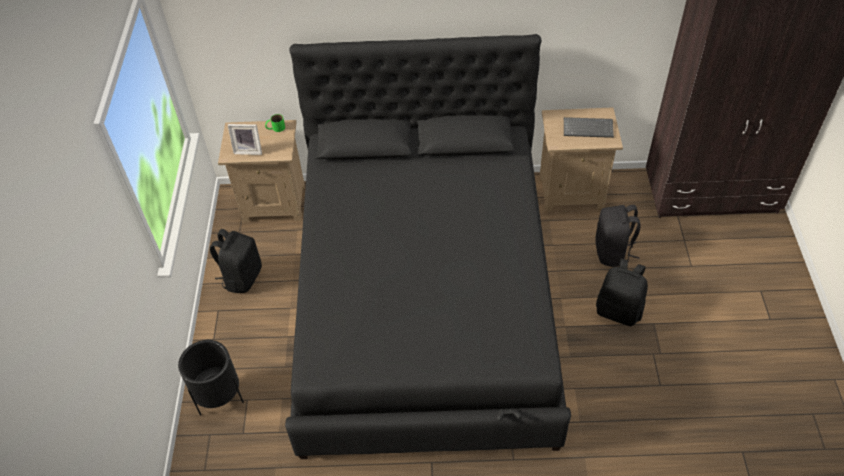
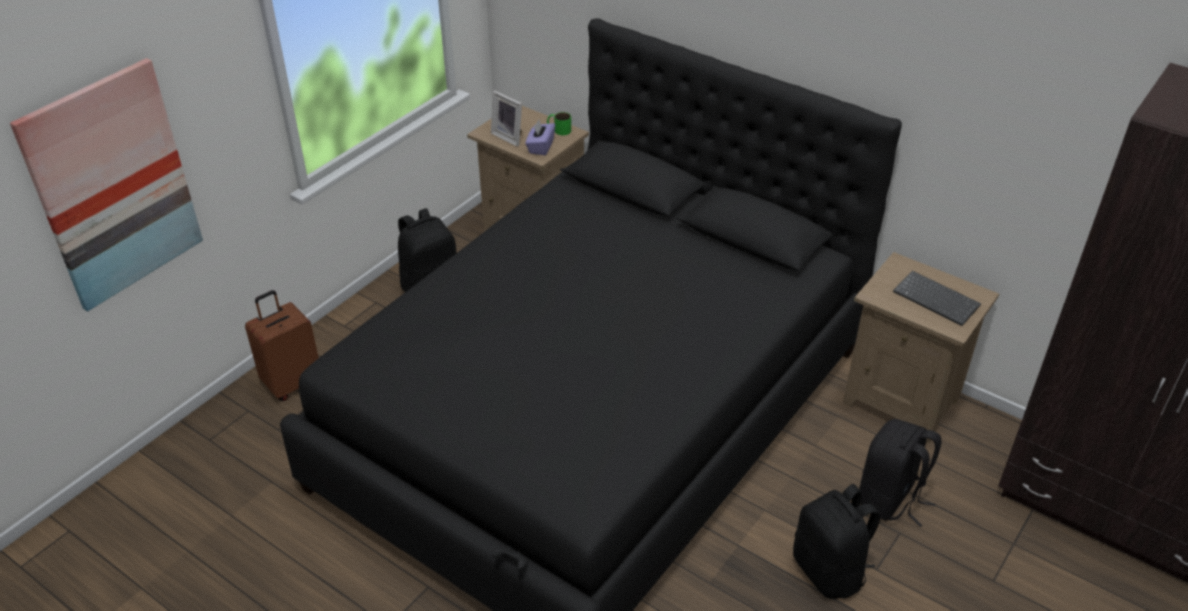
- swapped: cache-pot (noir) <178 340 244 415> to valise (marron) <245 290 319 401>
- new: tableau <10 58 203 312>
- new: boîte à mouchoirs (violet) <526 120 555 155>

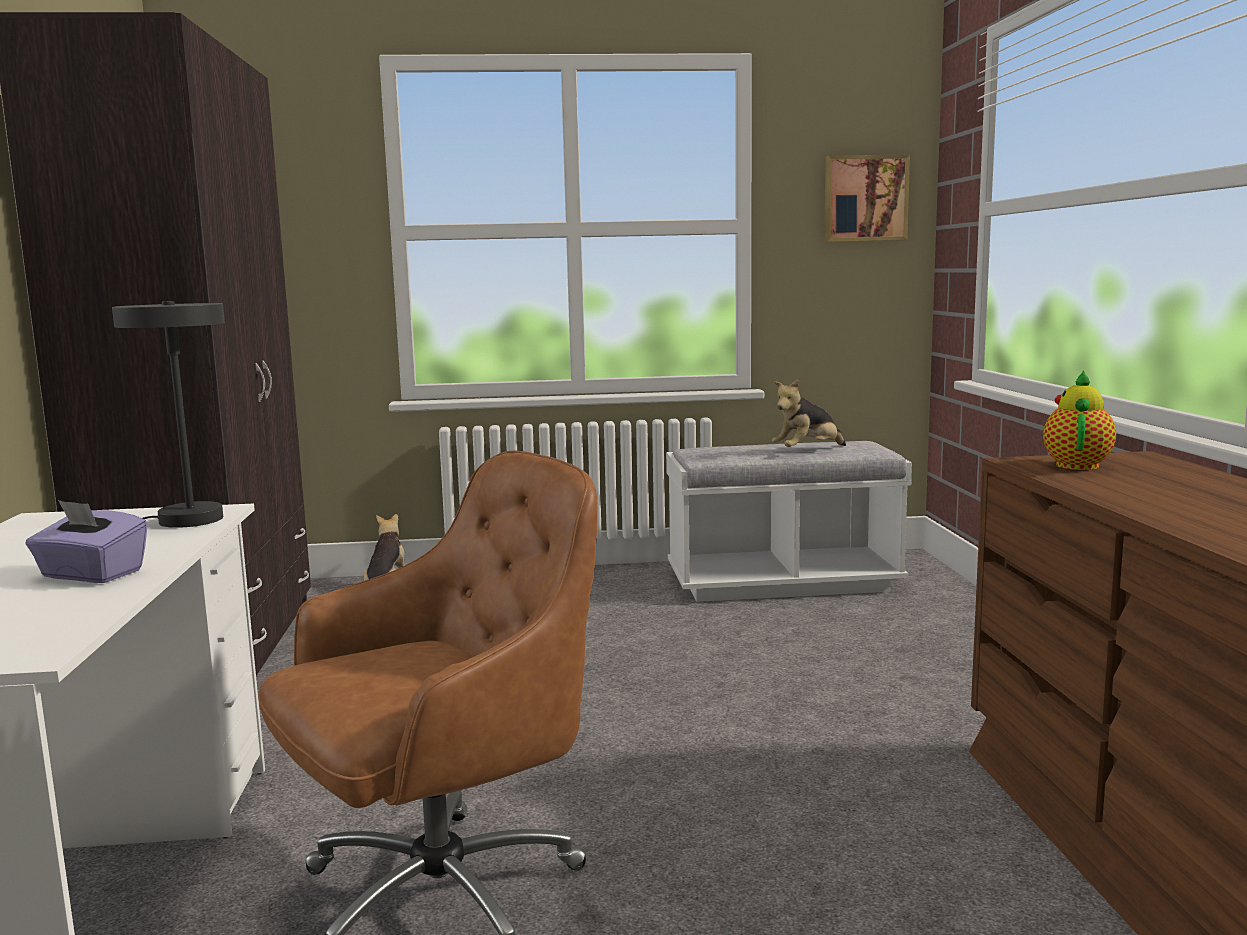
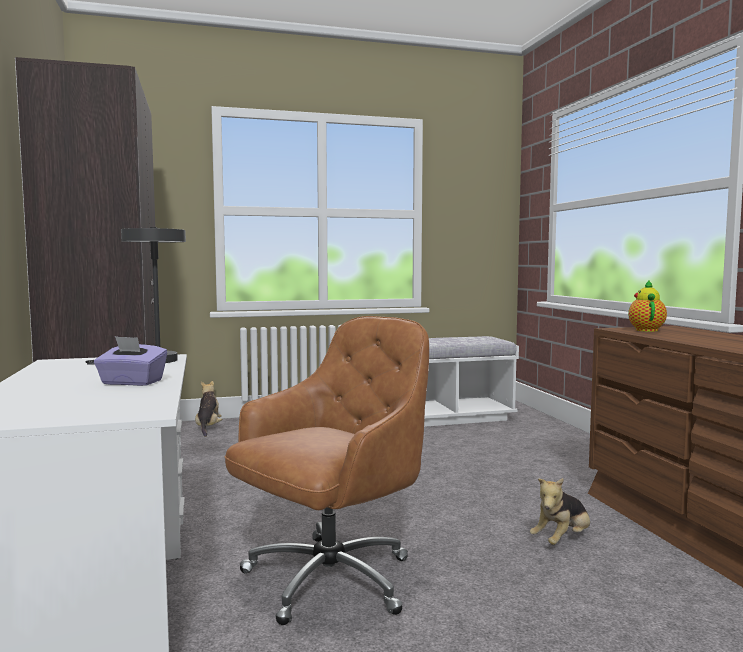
- gone: tableau <824 155 910 242>
- shifted: peluche <772 379 846 447> to <530 478 590 545>

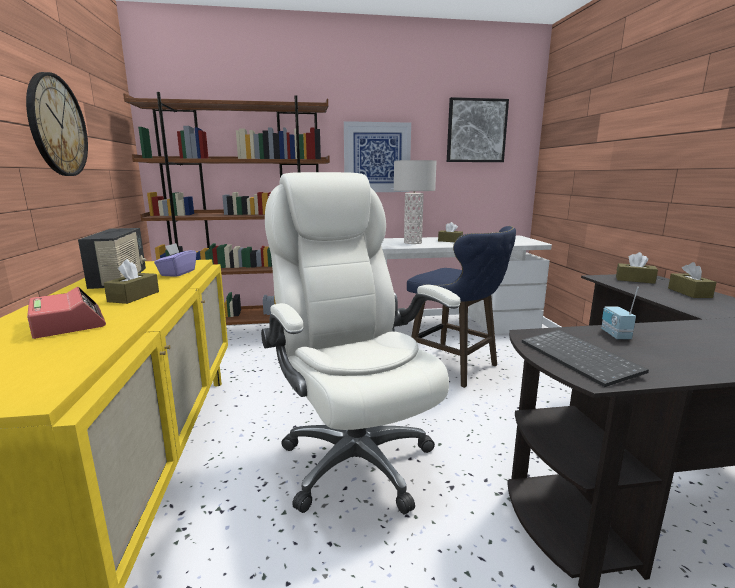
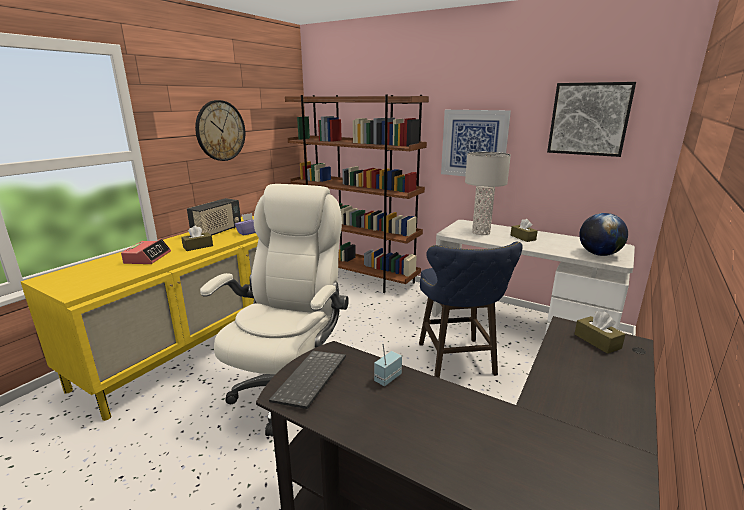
- gone: boîte à mouchoirs (marron) <668 262 717 298>
- new: globe <579 213 628 256>

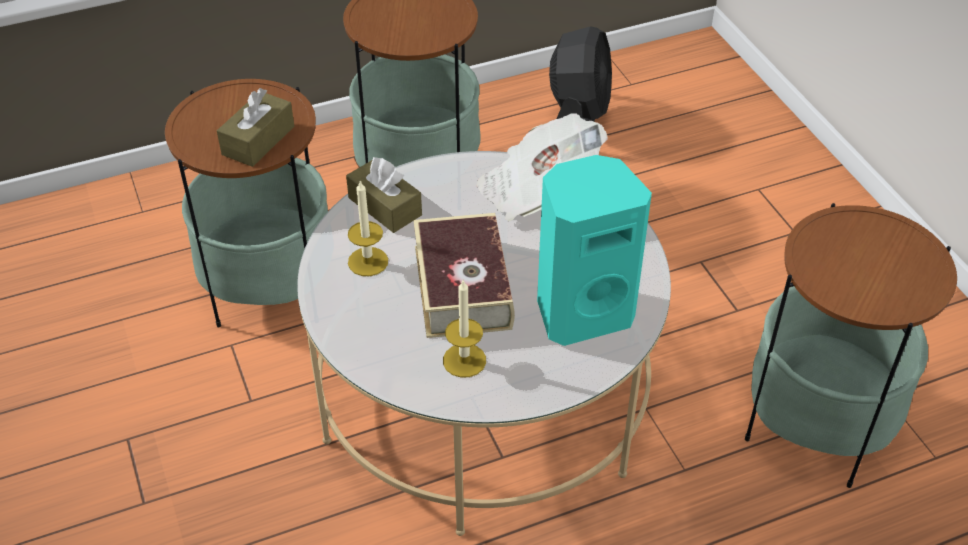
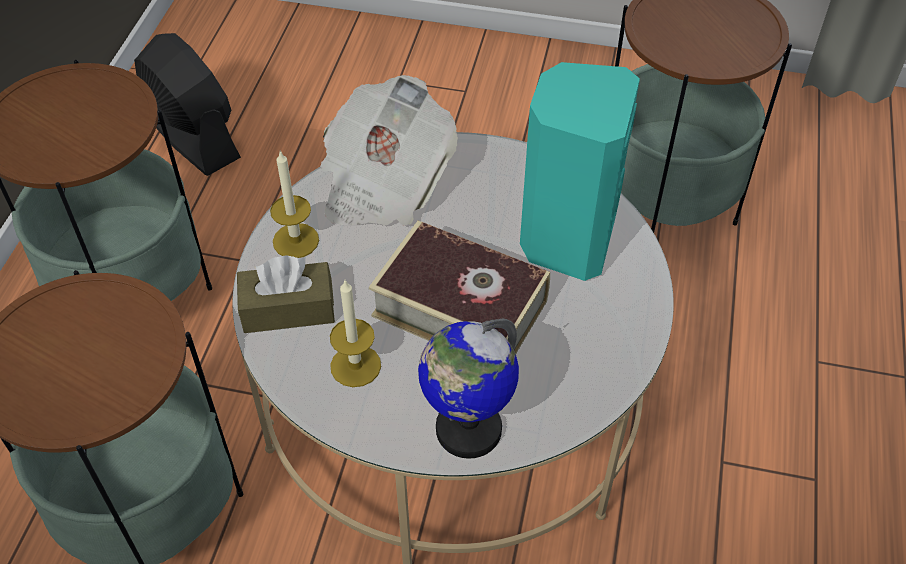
- gone: boîte à mouchoirs (marron) <217 88 294 167>
- shifted: bougie <443 280 486 378> to <270 151 319 258>
- new: globe <418 319 519 459>

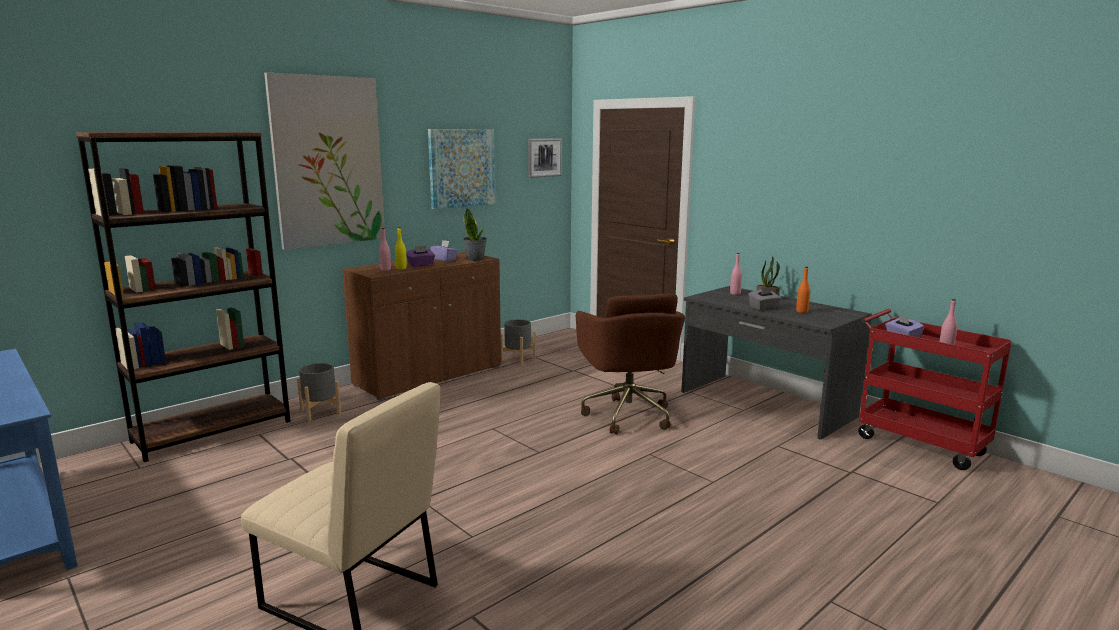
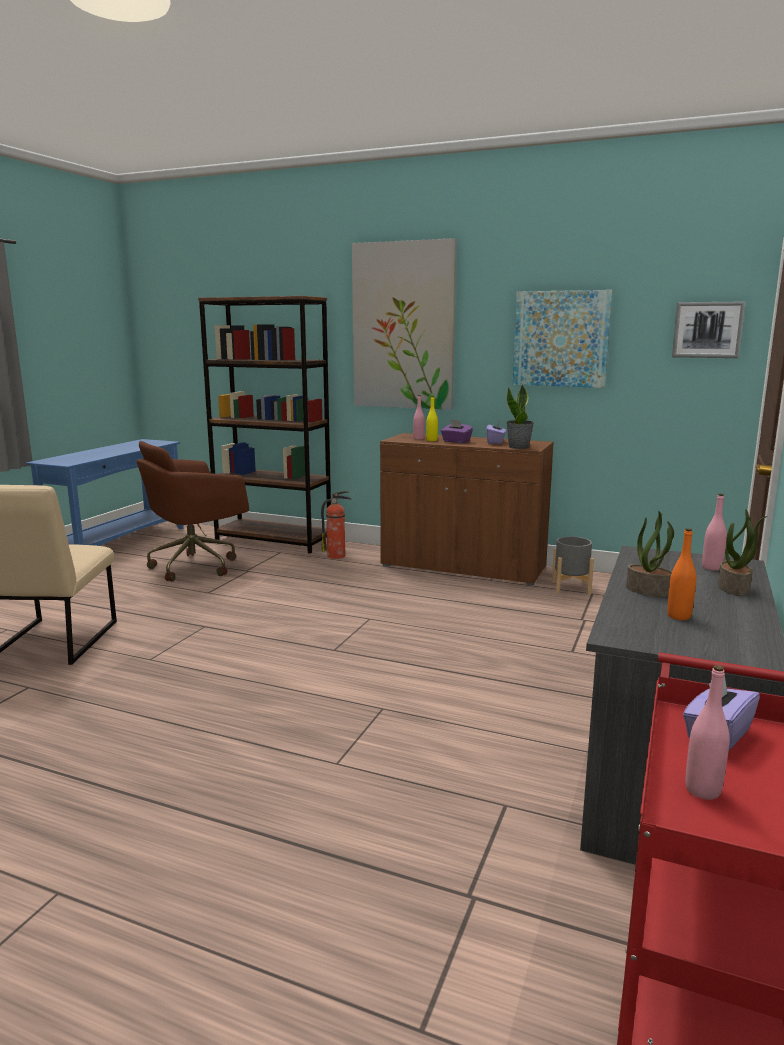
- swapped: boîte à mouchoirs (gris) <748 287 781 310> to plante en pot <626 511 674 597>
- shifted: chaise de bureau (marron) <576 294 685 434> to <136 441 249 581>
- swapped: cache-pot (gris) <297 363 341 421> to extincteur <321 491 352 559>

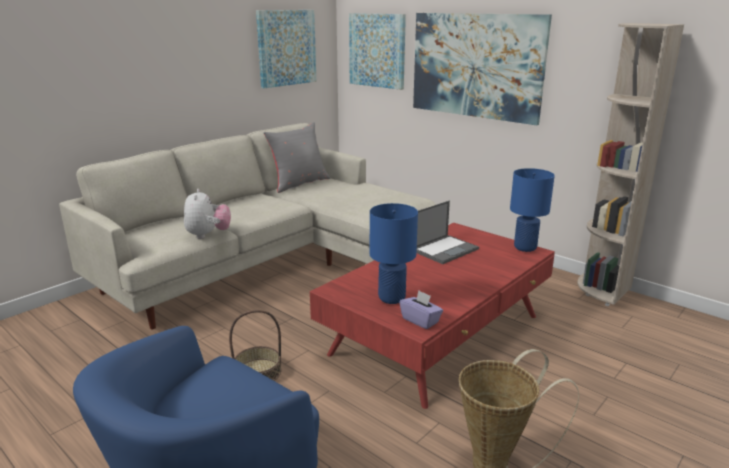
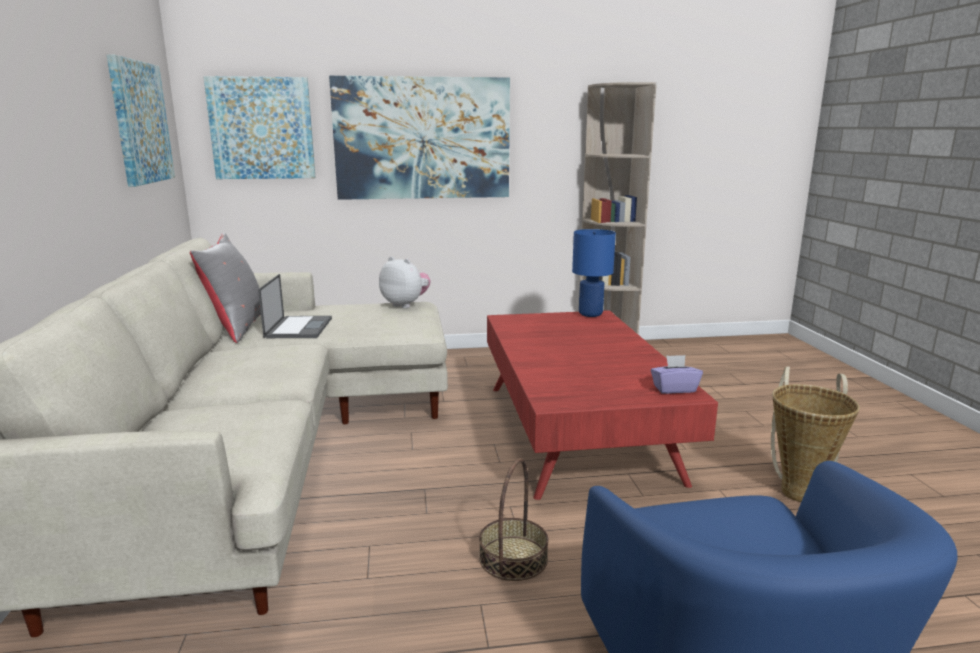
- shifted: peluche <184 189 231 239> to <379 256 430 308>
- shifted: ordinateur portable <416 201 479 264> to <258 274 332 338>
- gone: lampe de table (bleu) <370 203 418 304>

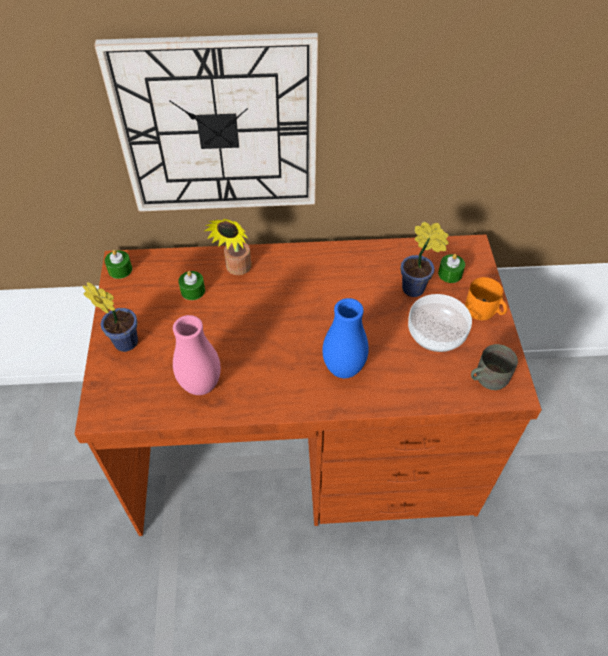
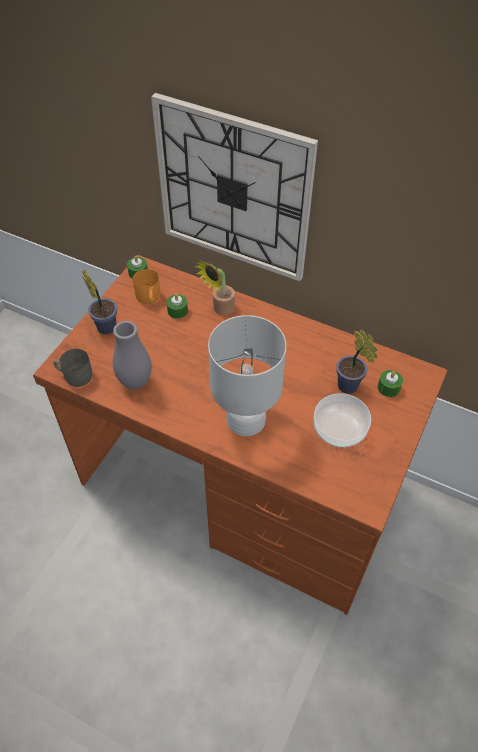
- shifted: mug (orange) <465 277 507 320> to <132 269 160 304>
- swapped: vase (bleu) <322 298 369 378> to lampe de table (gris) <208 315 286 436>
- repainted: vase (rose) <173 315 221 395> to vase (gris) <113 321 152 390>
- shifted: mug (gris) <471 344 518 390> to <54 349 92 387>

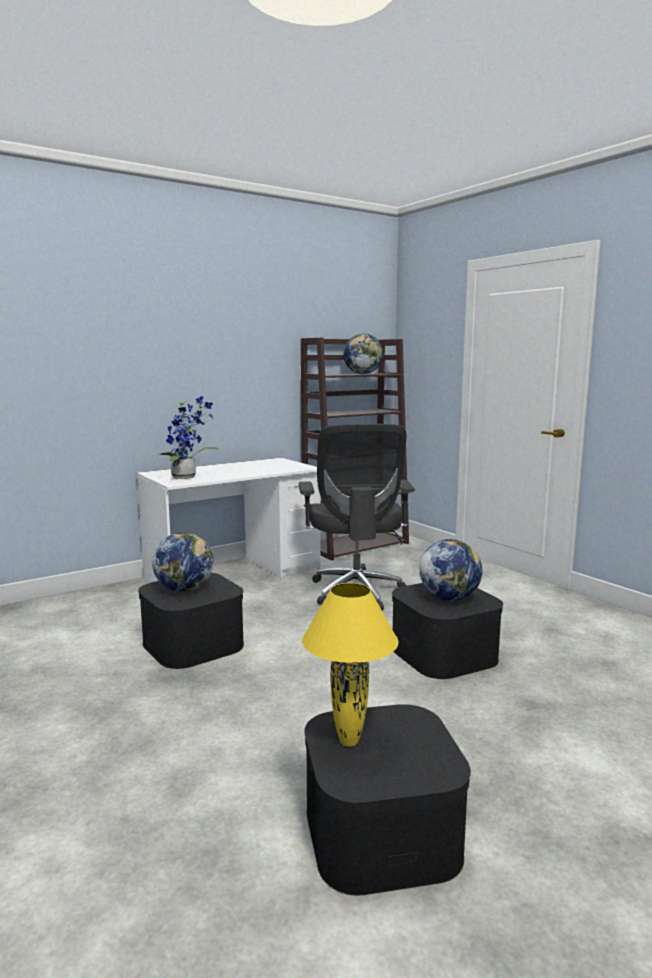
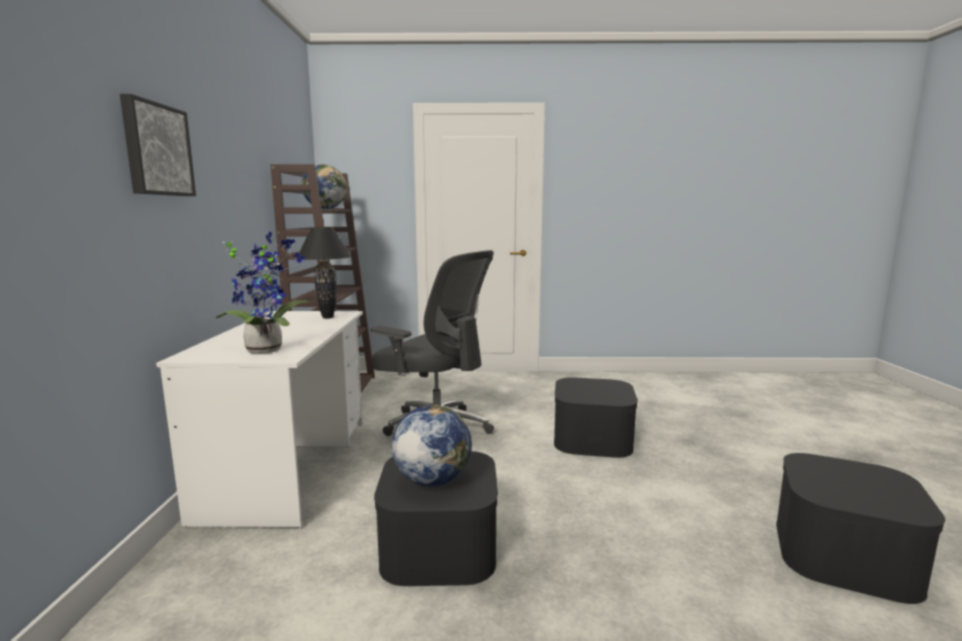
- gone: globe <419 539 482 601>
- gone: lampe de table (jaune) <302 583 398 747>
- new: tableau <120 94 196 196>
- new: lampe de table (noir) <299 228 351 319>

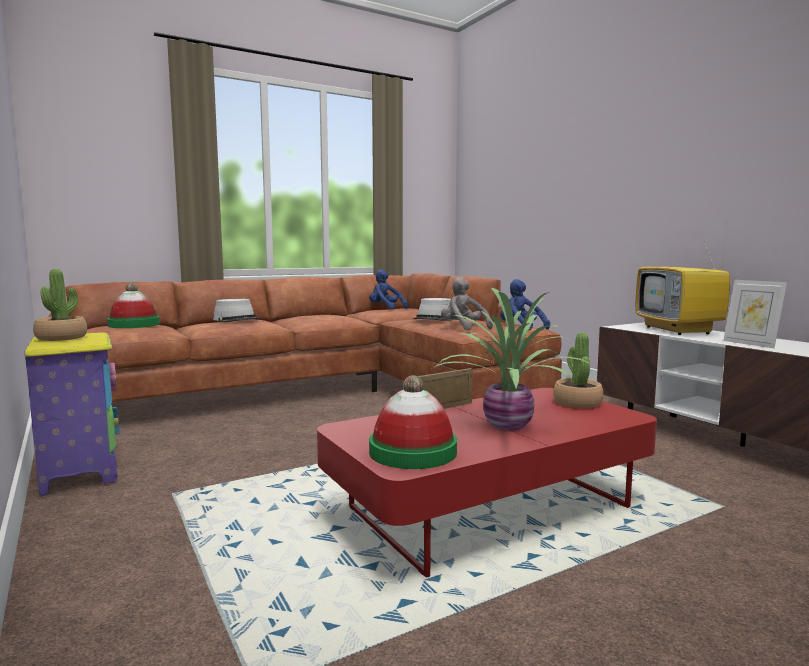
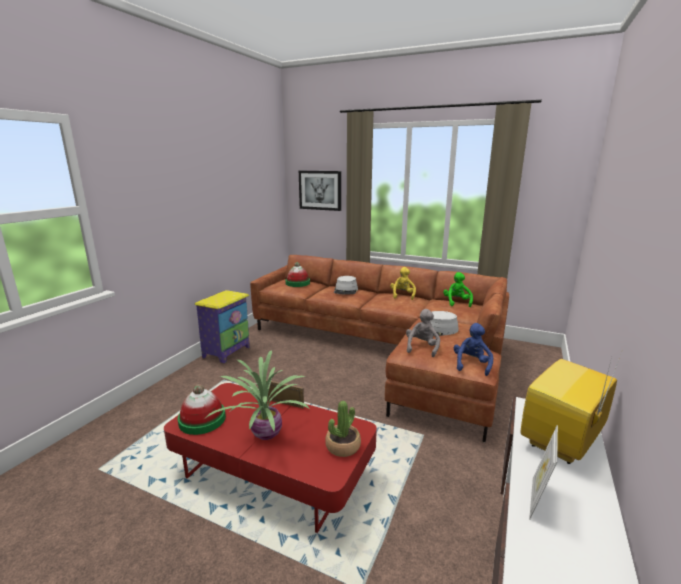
- gone: plante en pot <33 269 87 341>
- repainted: peluche (bleu) <369 269 408 310> to peluche (vert) <443 272 473 307>
- new: tableau <299 171 341 211>
- new: peluche (jaune) <390 267 416 300>

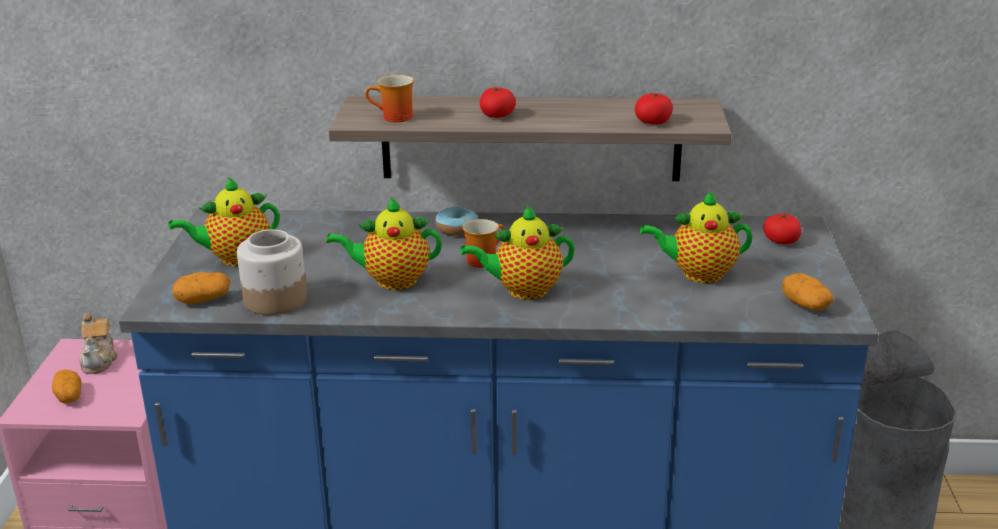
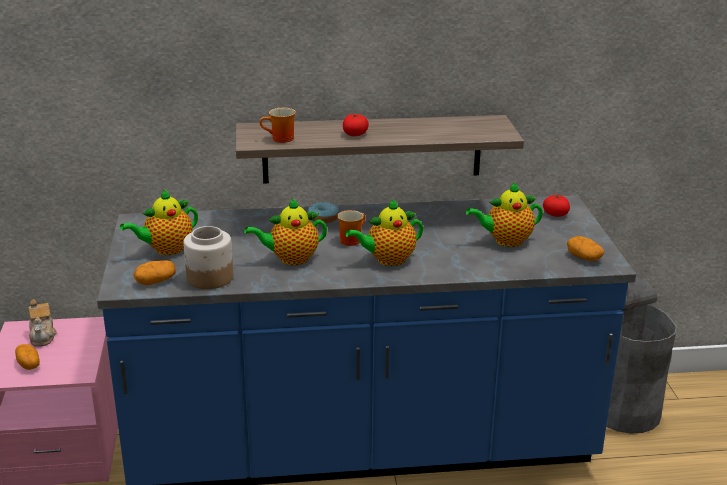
- gone: tomate <635 93 673 125>

